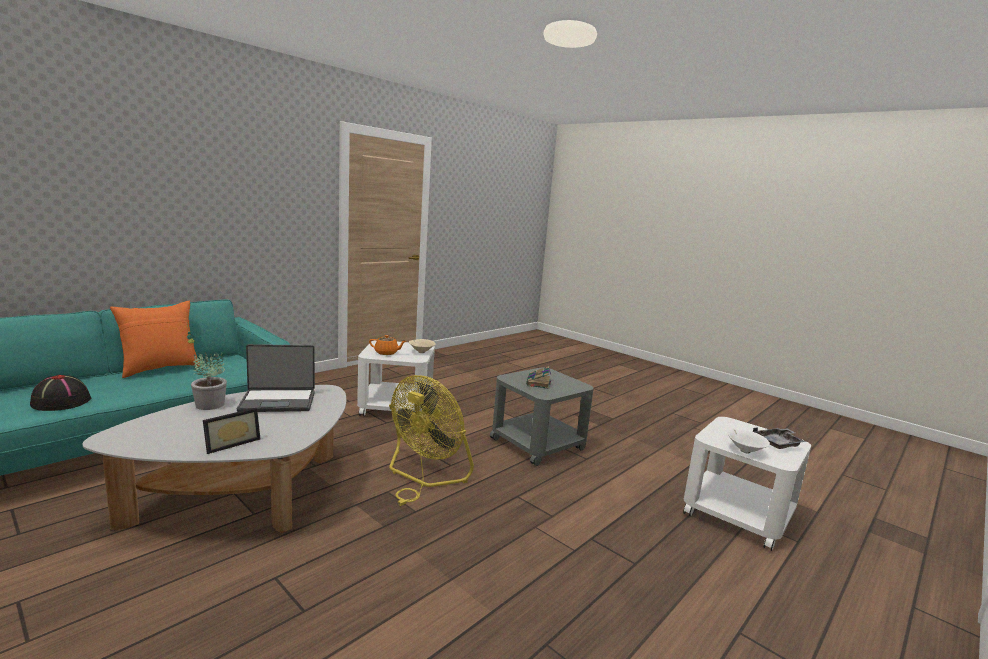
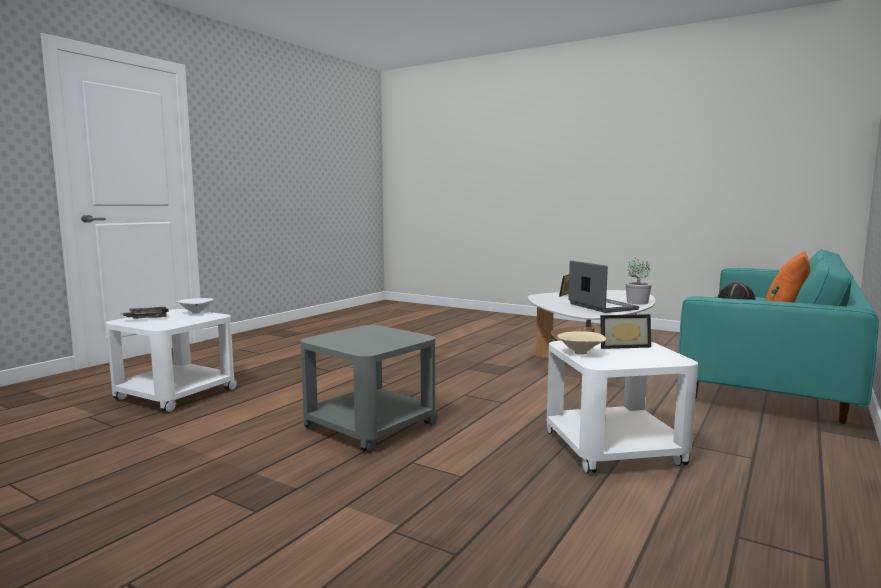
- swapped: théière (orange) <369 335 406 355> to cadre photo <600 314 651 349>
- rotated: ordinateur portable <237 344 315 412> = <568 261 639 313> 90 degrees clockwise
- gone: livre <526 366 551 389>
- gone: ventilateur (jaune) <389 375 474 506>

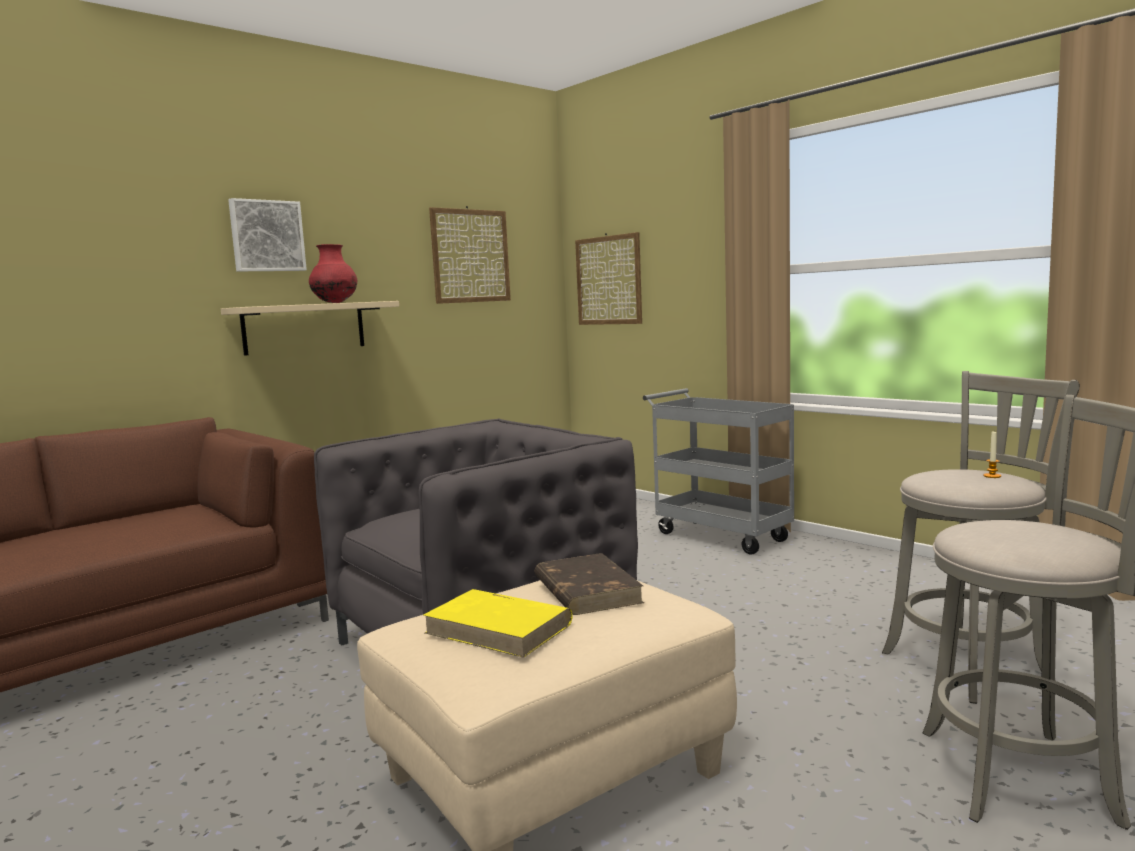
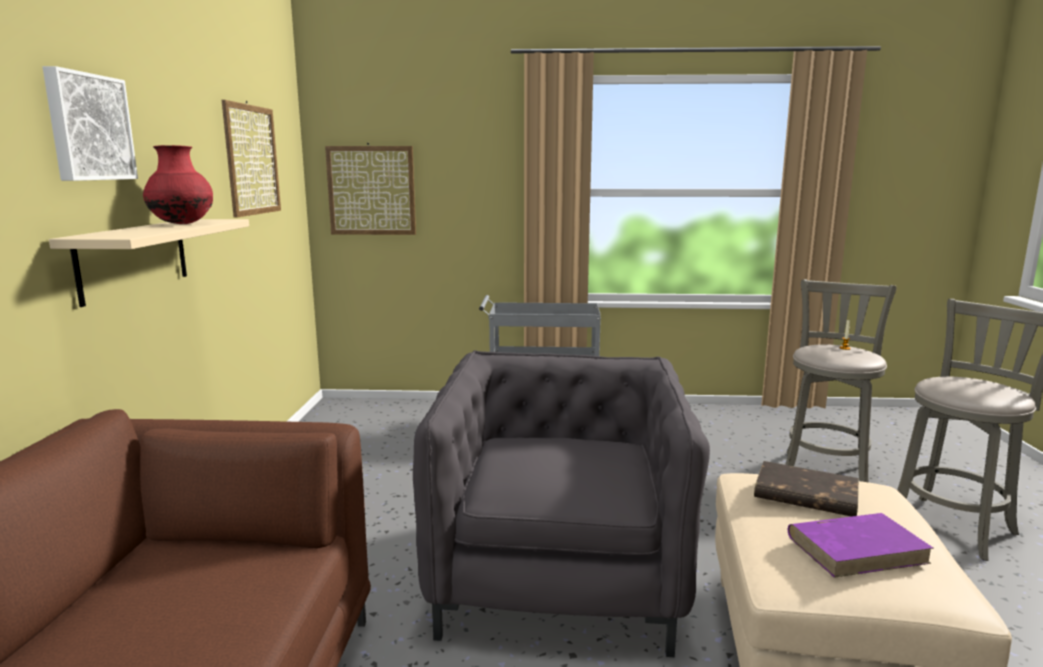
- repainted: livre (jaune) <423 589 573 658> to livre (violet) <788 513 933 578>

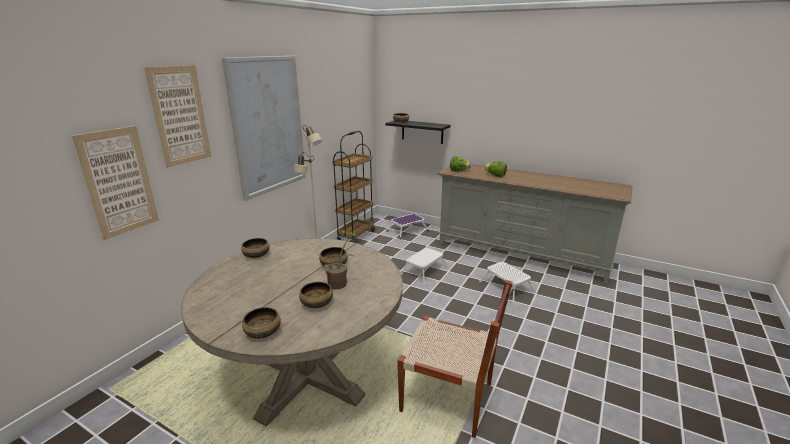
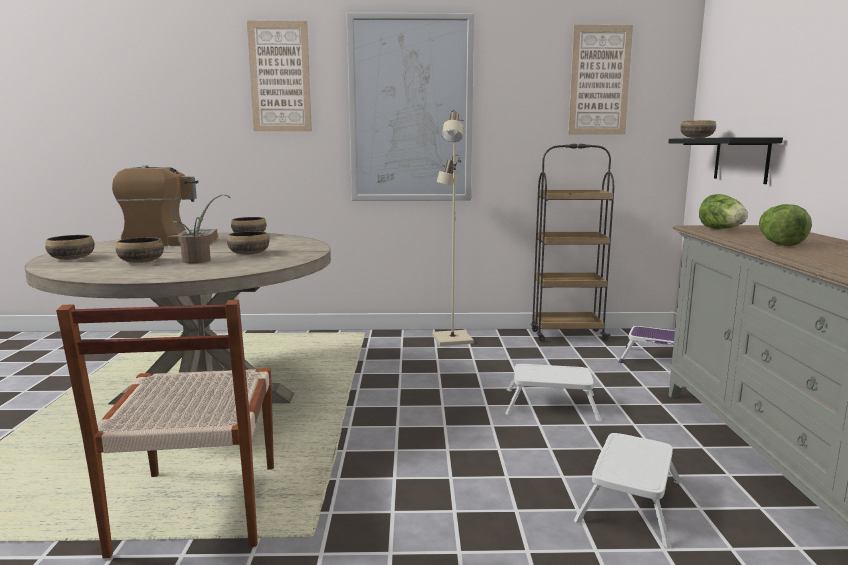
- shifted: tableau <72 126 159 240> to <568 25 633 134>
- new: machine à café <112 165 218 246>

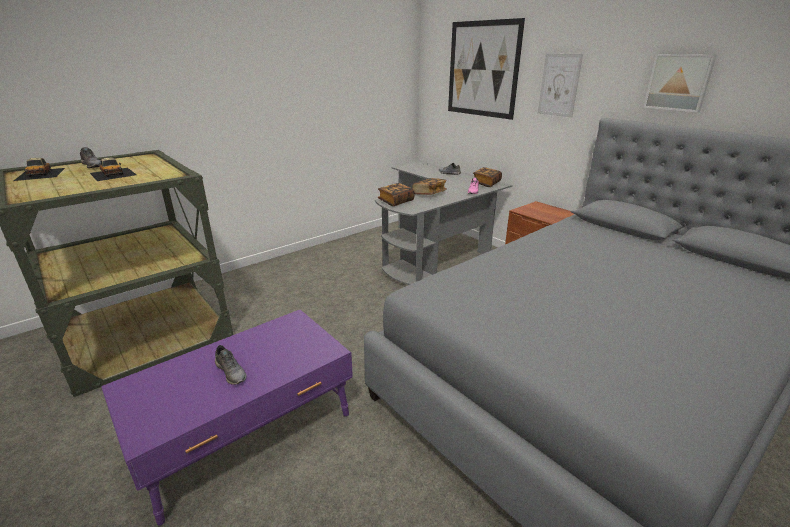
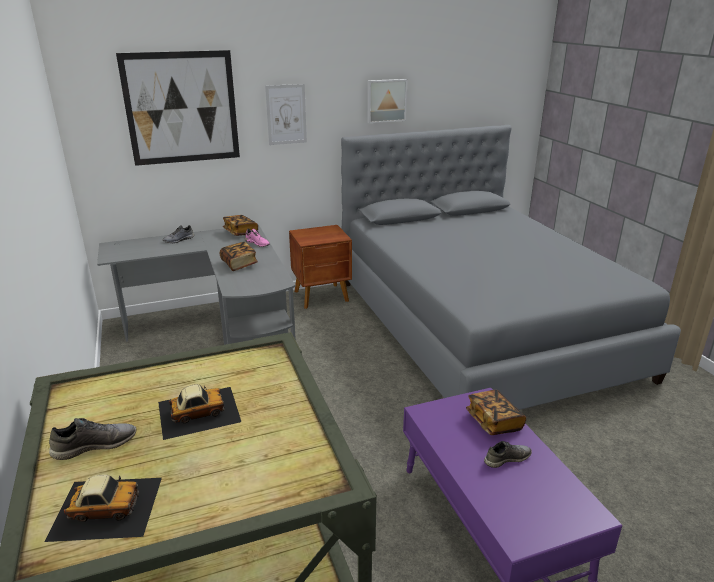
- shifted: livre <378 183 415 206> to <466 390 526 435>

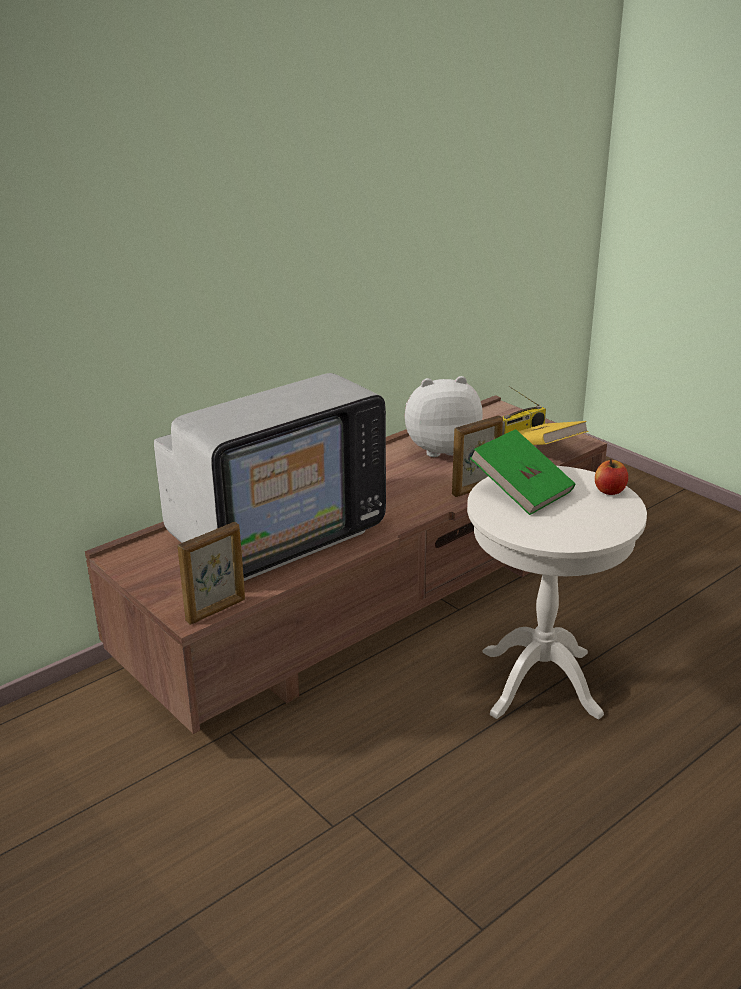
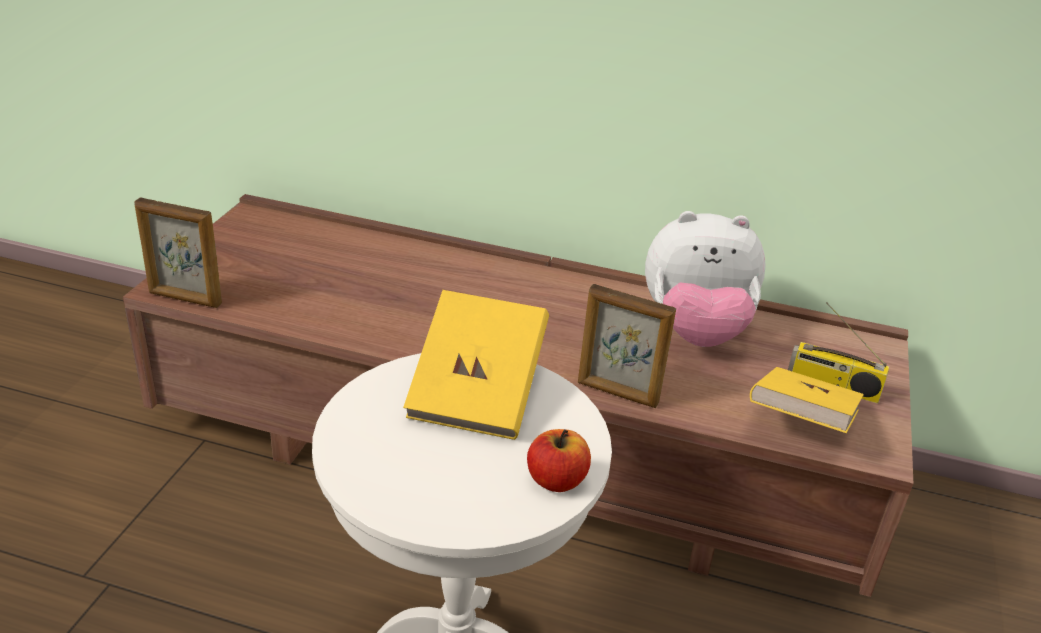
- gone: téléviseur <154 373 386 581>
- rotated: peluche <405 376 483 457> = <645 211 765 347> 135 degrees clockwise
- repainted: livre (vert) <470 429 576 515> to livre (jaune) <403 290 549 440>

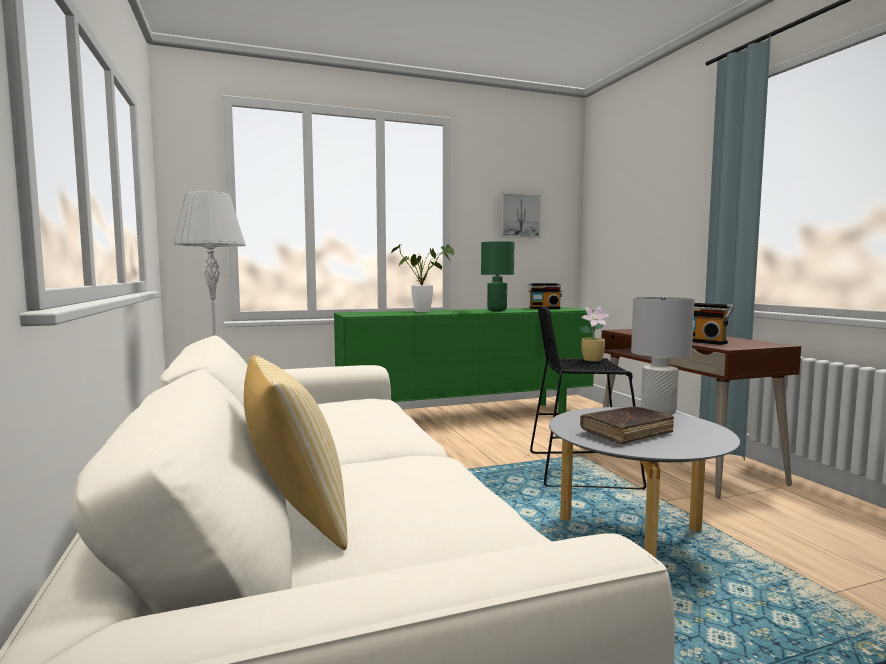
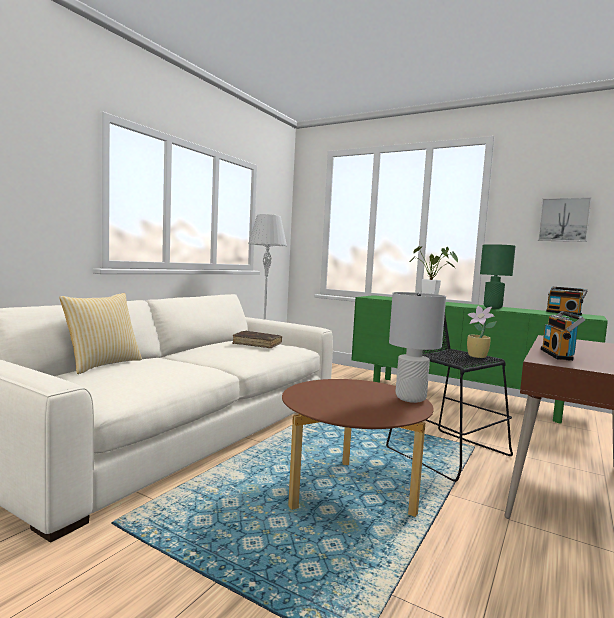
- repainted: table basse (gris) <549 407 740 558> to table basse (marron) <282 379 434 517>
- shifted: livre (marron) <580 407 674 444> to <232 331 282 348>

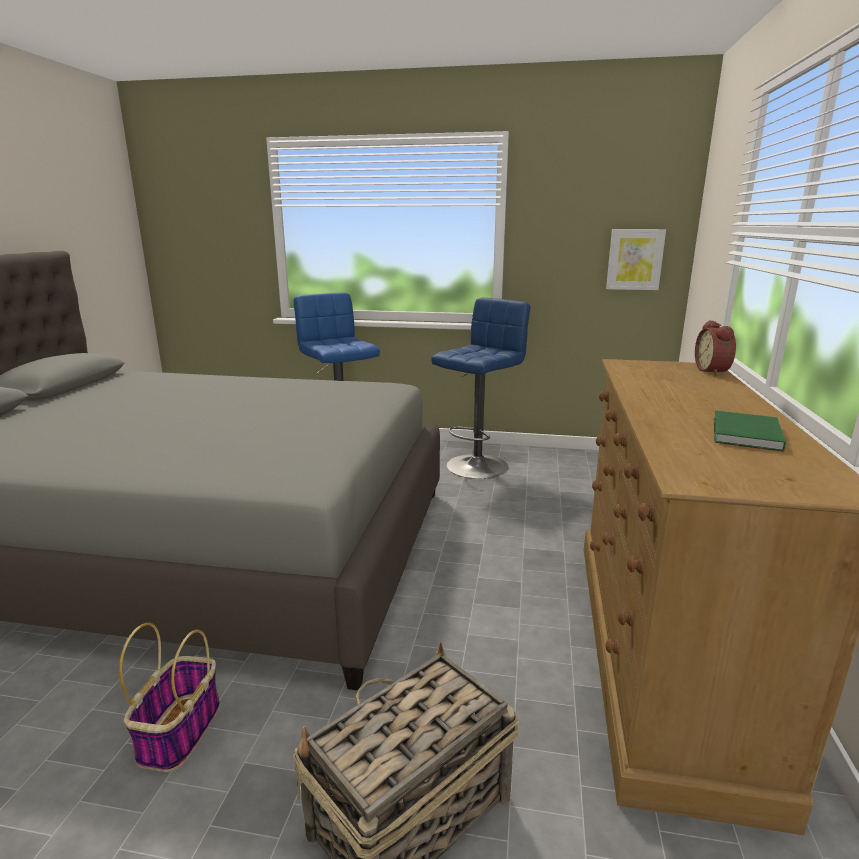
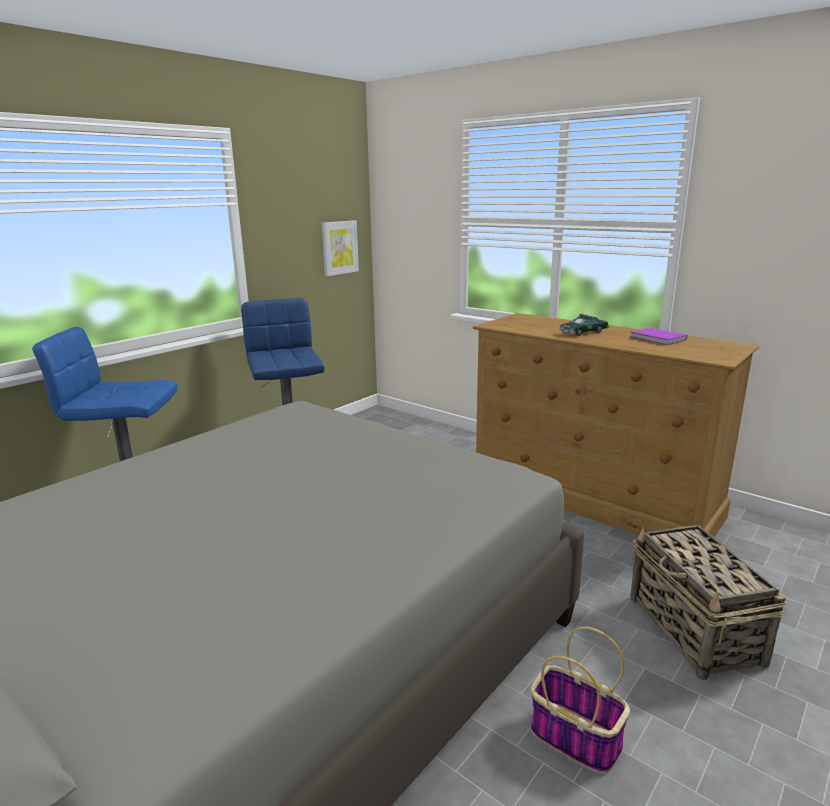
- gone: réveil <695 320 736 375>
- repainted: livre (vert) <714 410 786 452> to livre (violet) <630 327 687 345>
- new: petite voiture <559 314 609 336>

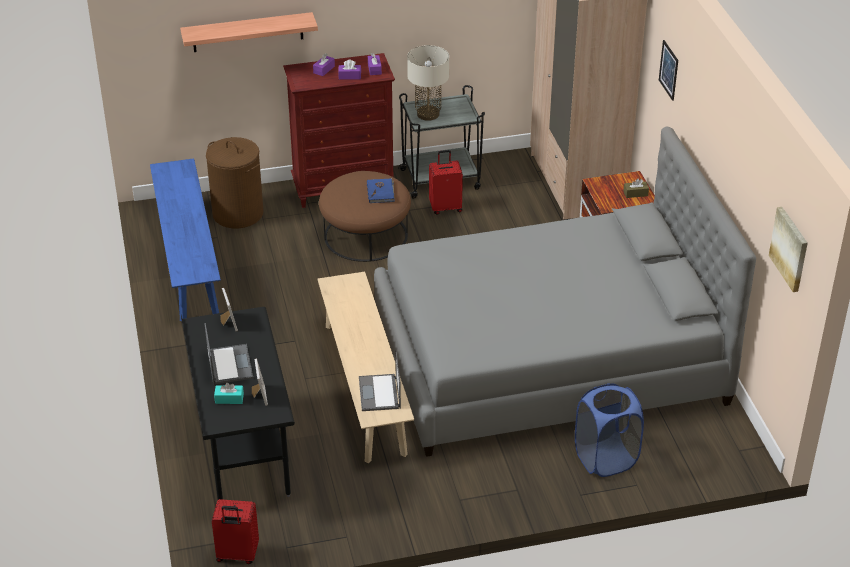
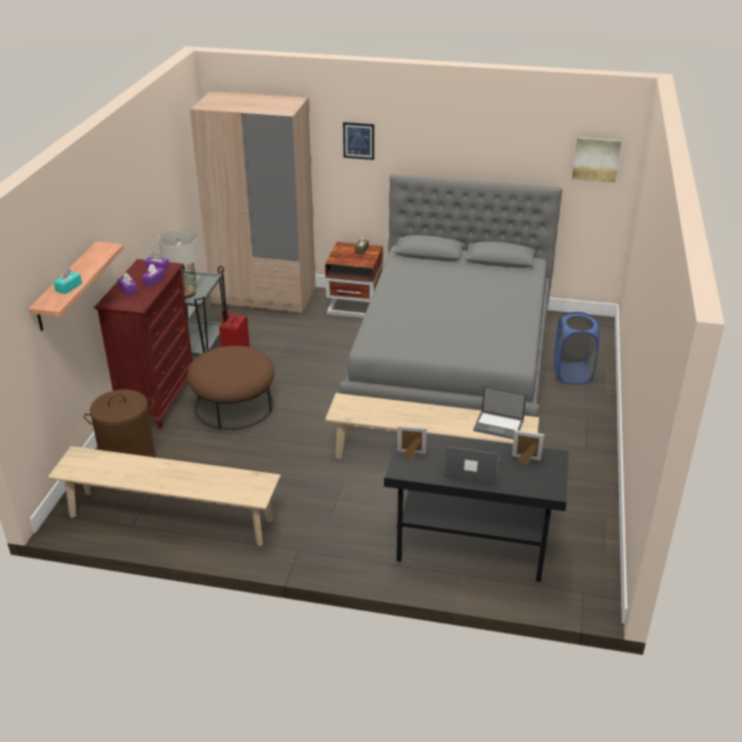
- repainted: banc (bleu) <150 158 221 322> to banc (beige) <48 446 281 546>
- gone: livre (bleu) <367 178 395 203>
- shifted: boîte à mouchoirs (turquoise) <214 382 244 404> to <54 268 82 294>
- gone: valise (rouge) <212 499 259 564>

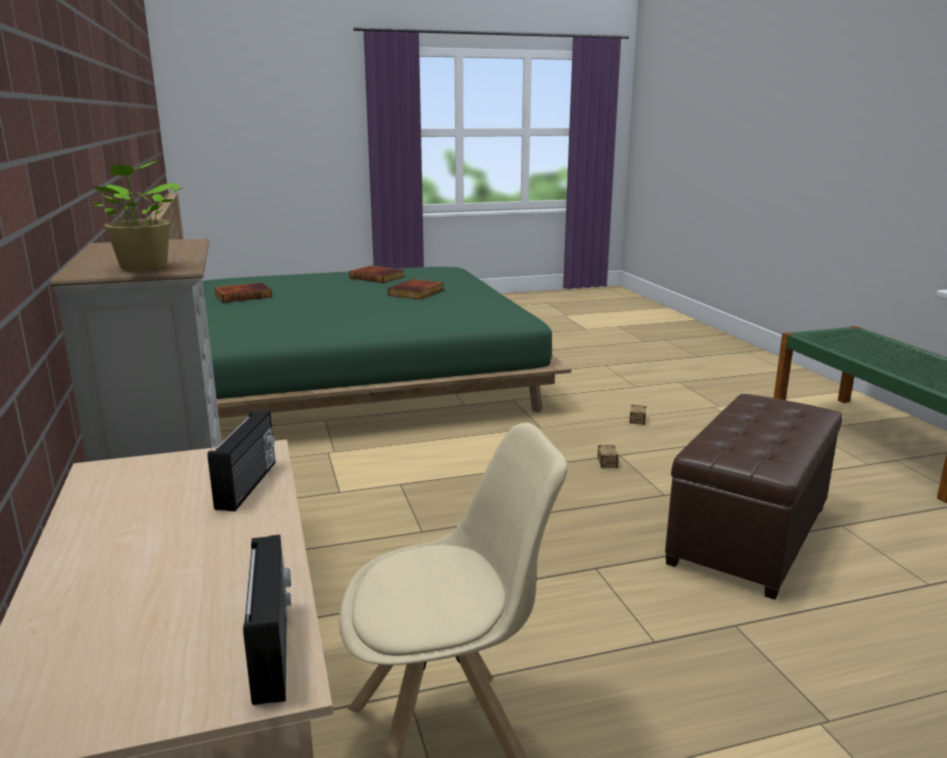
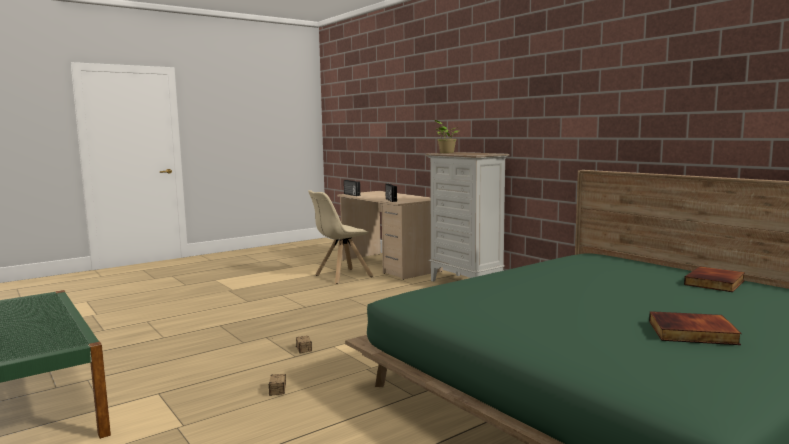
- gone: livre <388 279 444 300>
- gone: pouf (marron) <665 394 842 600>

